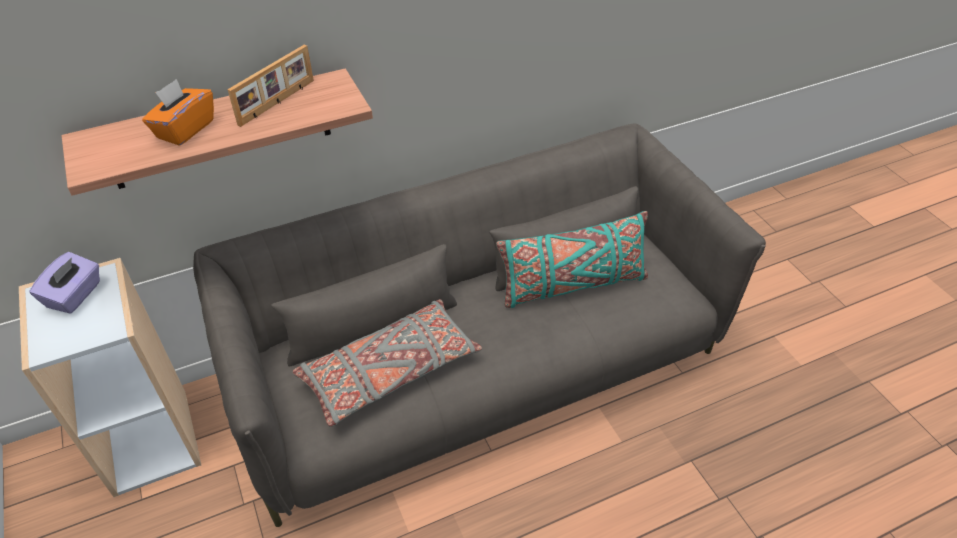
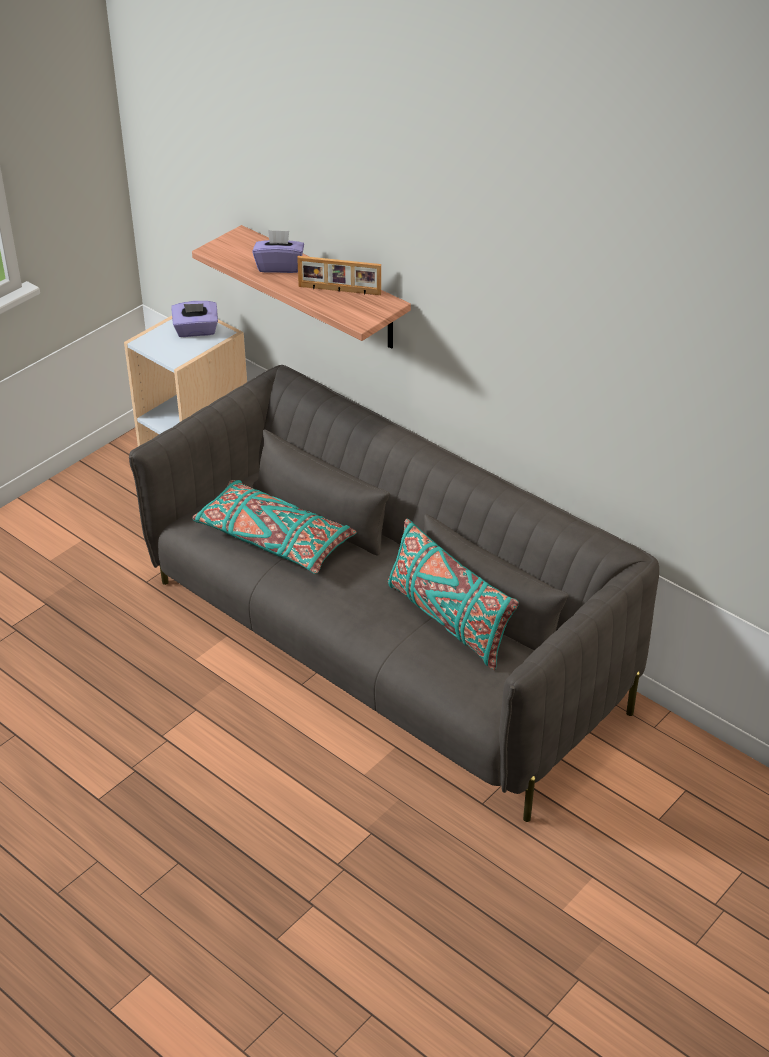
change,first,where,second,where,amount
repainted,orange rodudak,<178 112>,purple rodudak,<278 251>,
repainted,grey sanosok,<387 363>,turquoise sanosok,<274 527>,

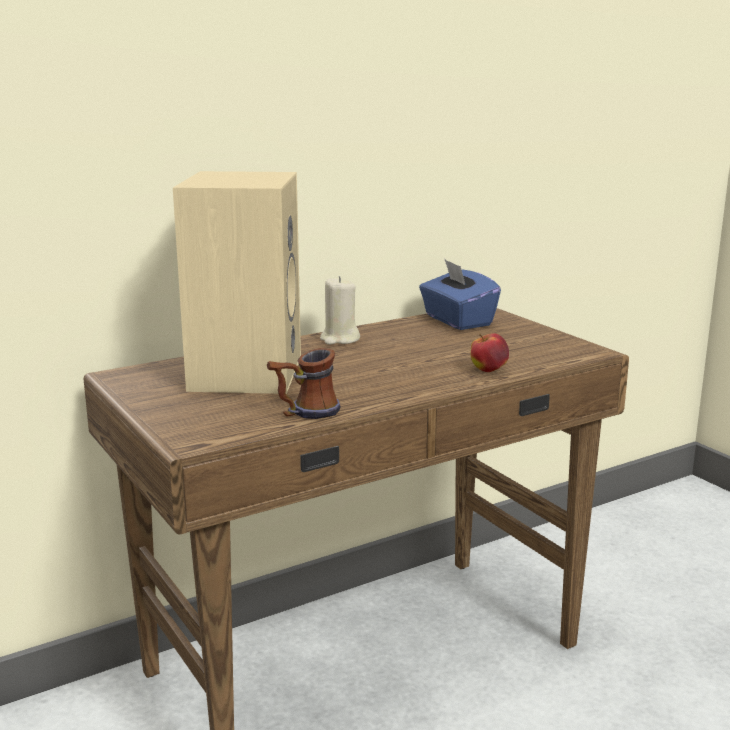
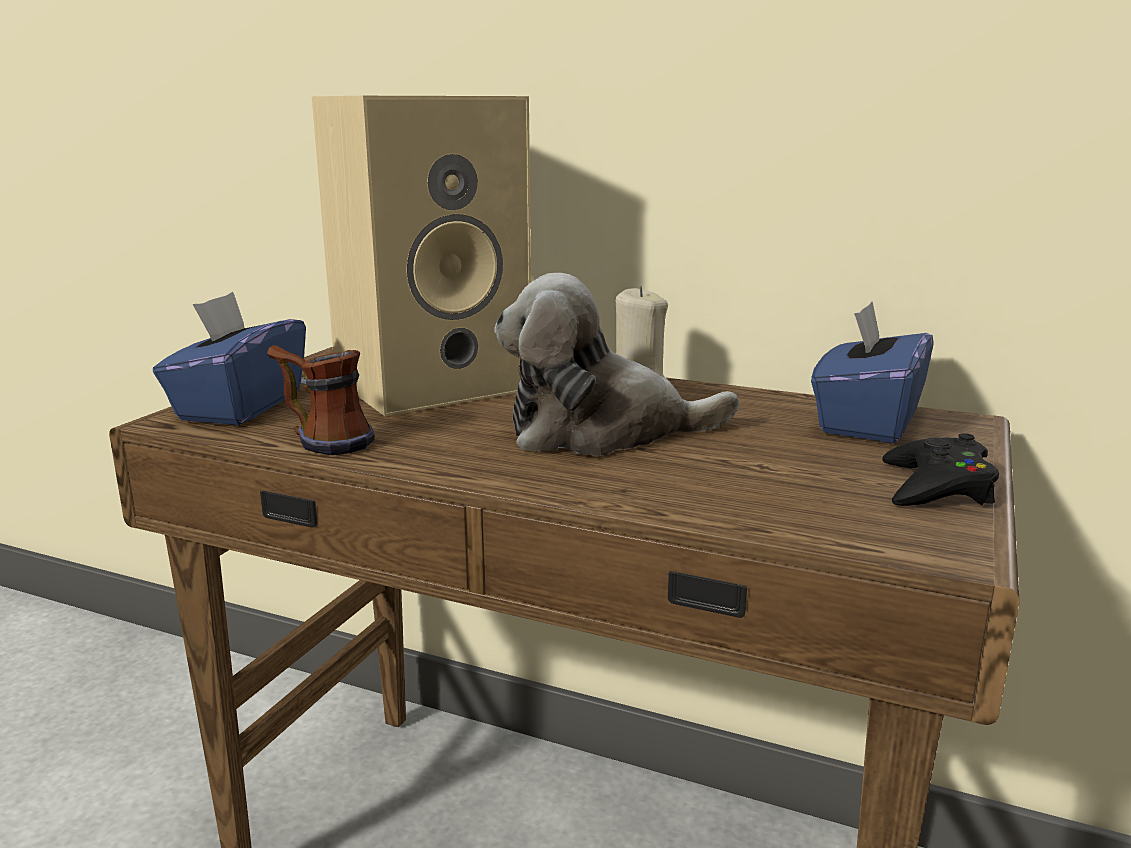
change,first,where,second,where,amount
gone,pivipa,<489 352>,,,
new,,,blue rodudak,<229 358>,
new,,,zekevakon,<616 364>,
new,,,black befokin,<940 469>,

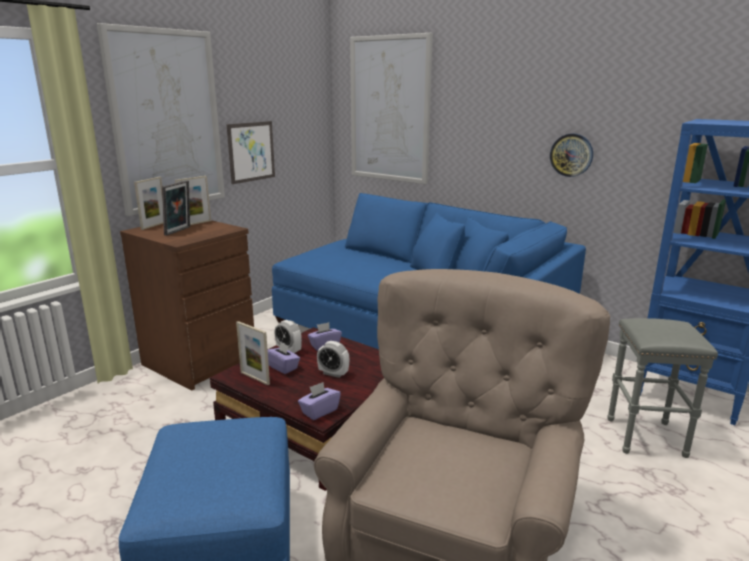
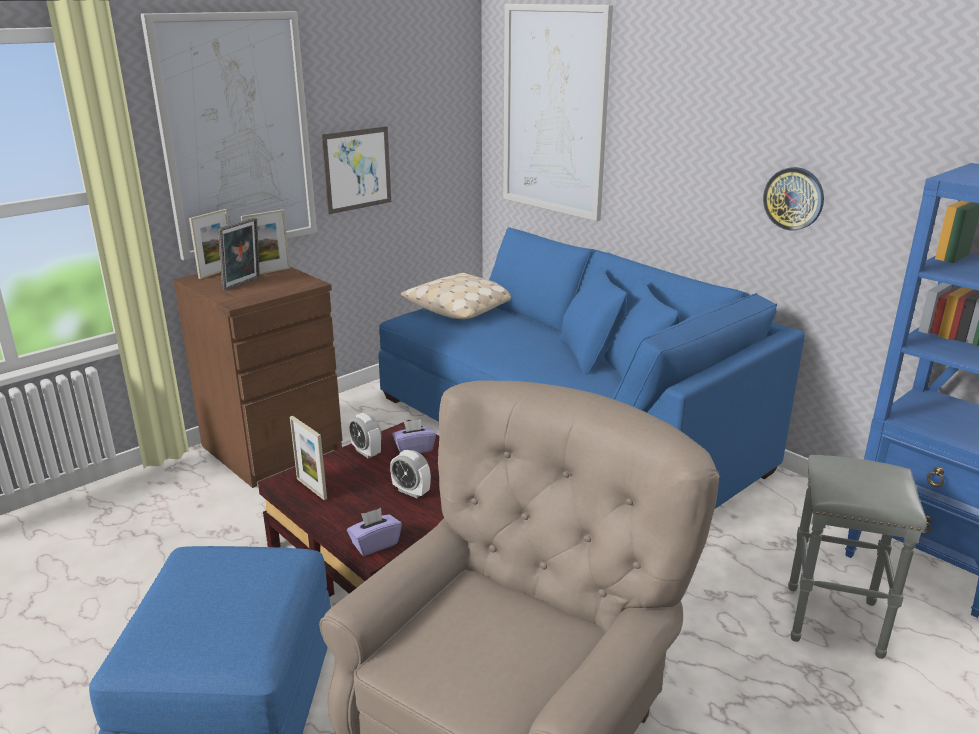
change,first,where,second,where,amount
gone,purple rodudak,<284 358>,,,
new,,,beige sanosok,<456 296>,

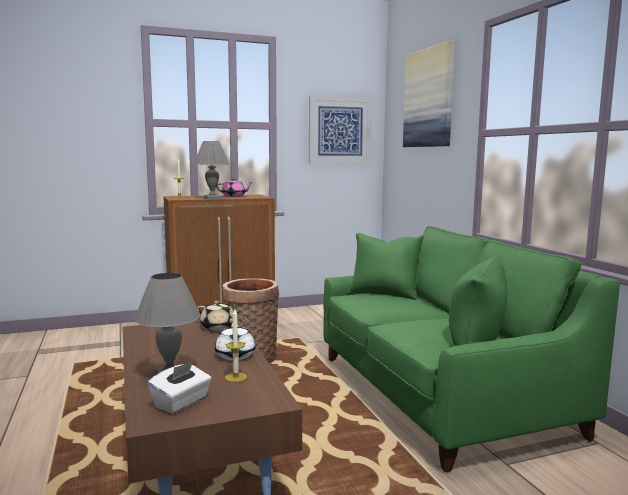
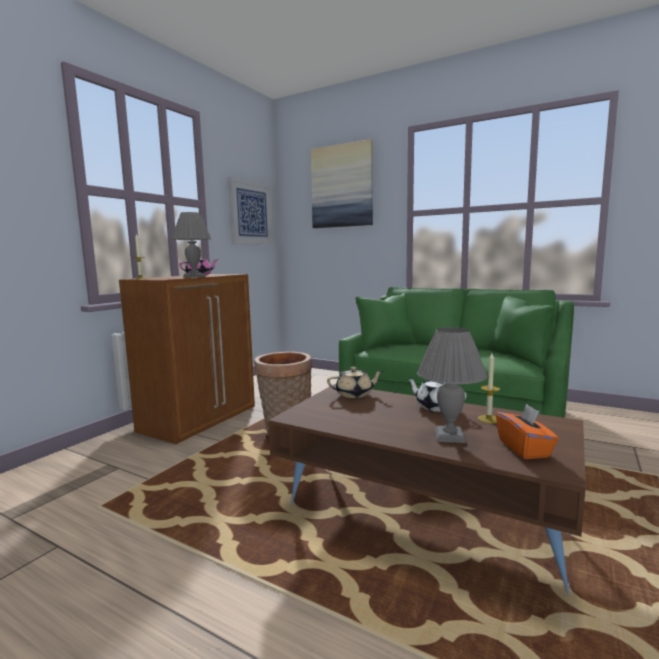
change,first,where,second,where,amount
repainted,white rodudak,<179 387>,orange rodudak,<527 431>,

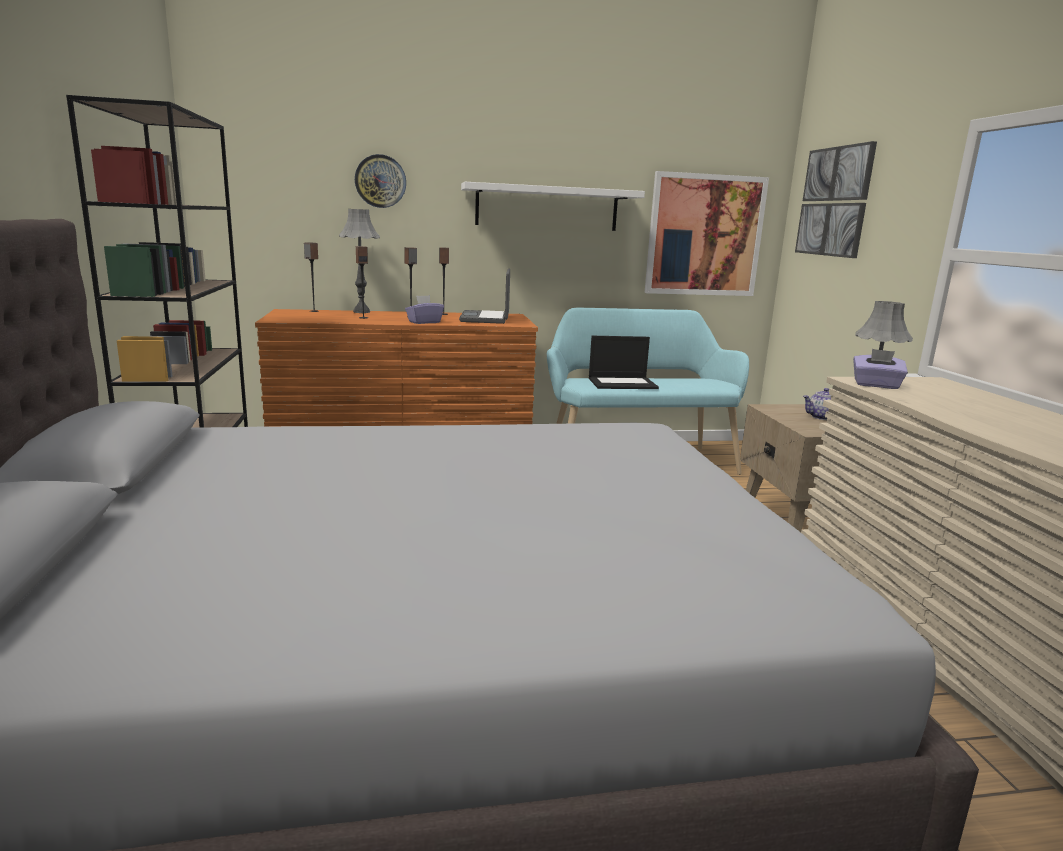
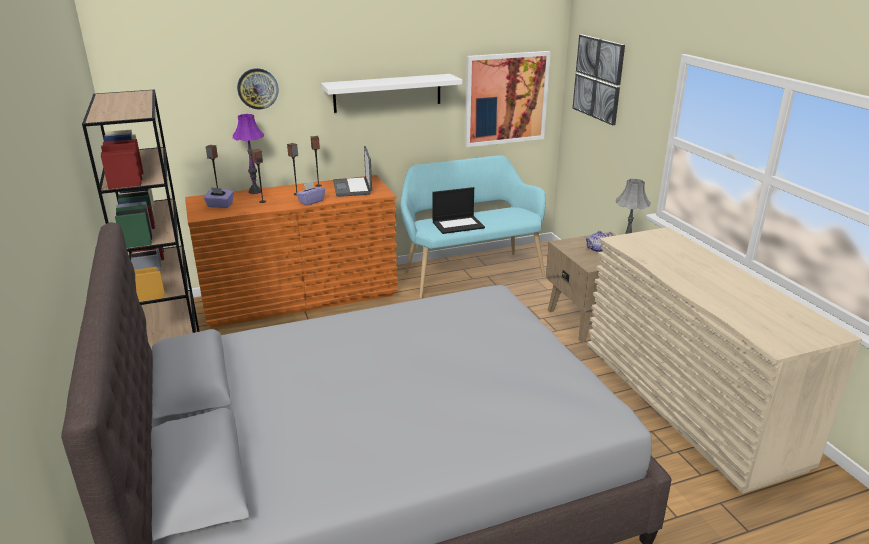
change,first,where,second,where,amount
repainted,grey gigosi,<359 261>,purple gigosi,<248 154>,
shifted,purple rodudak,<880 369>,,<219 197>,

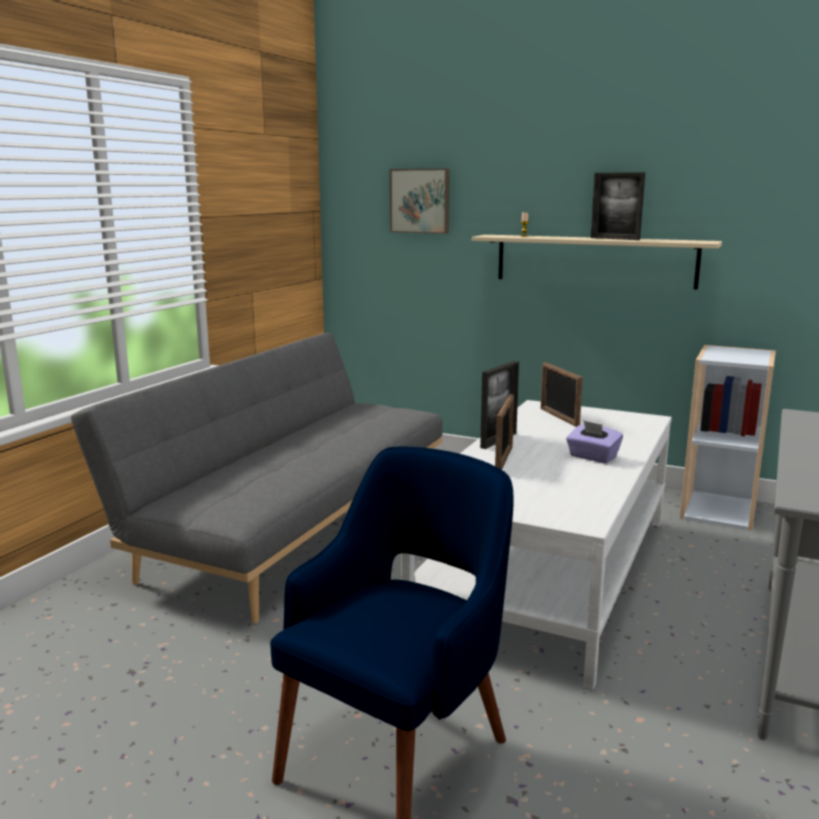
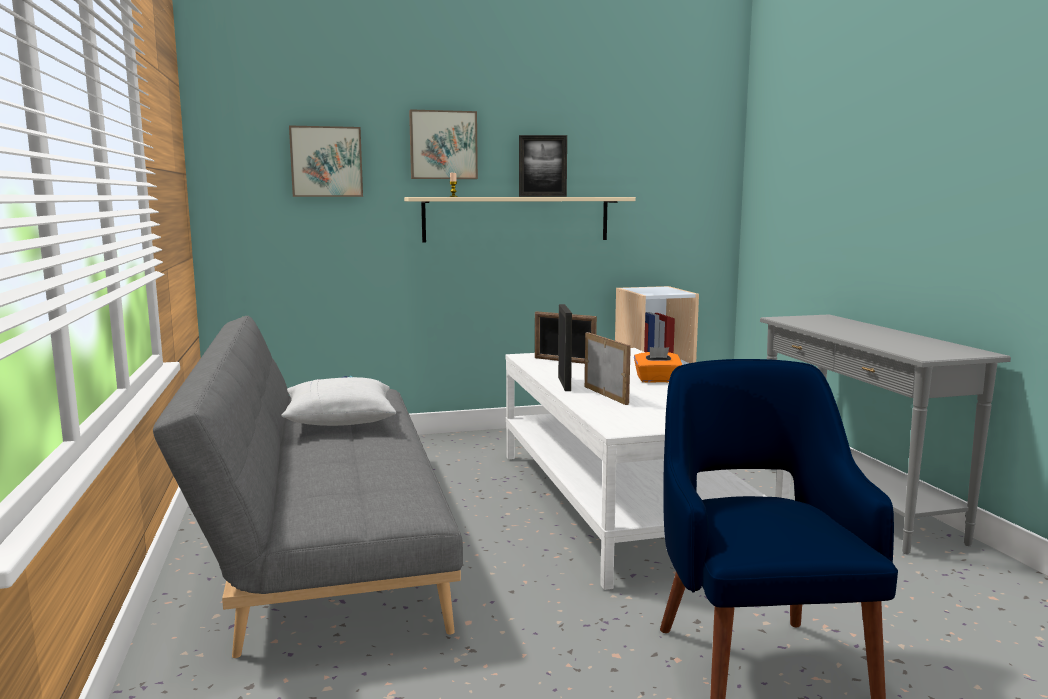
change,first,where,second,where,amount
repainted,purple rodudak,<594 442>,orange rodudak,<658 365>,
new,,,grey sanosok,<338 401>,
new,,,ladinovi,<443 144>,

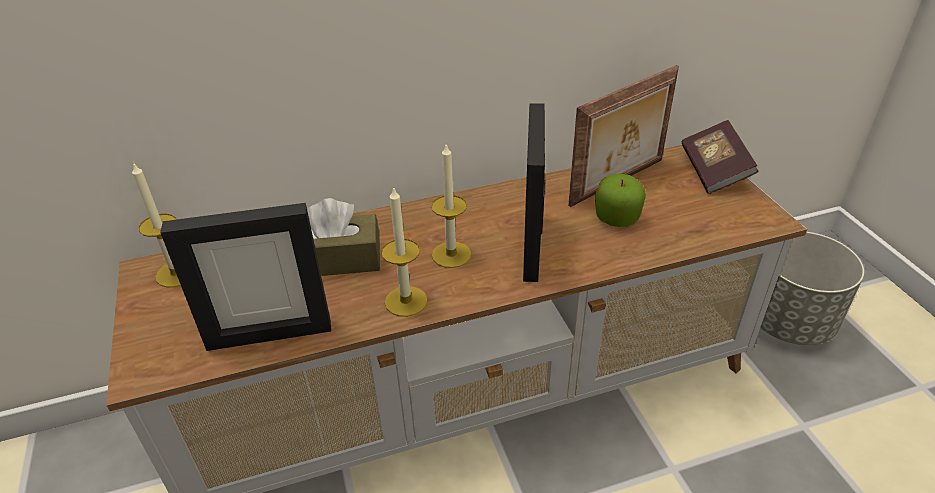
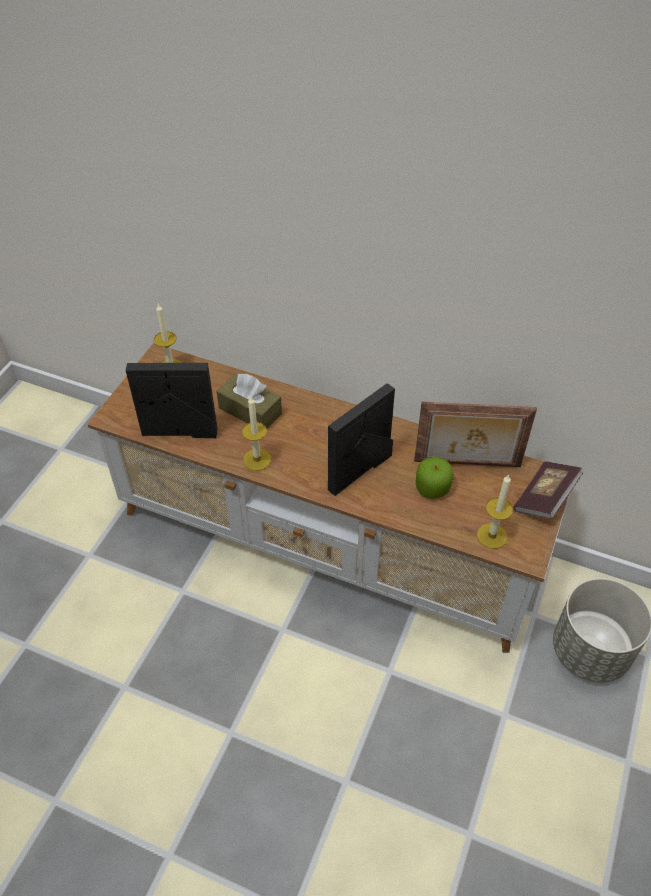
change,first,where,second,where,amount
rotated,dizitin,<245 277>,,<172 400>,150 degrees clockwise
shifted,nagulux,<451 206>,,<495 511>,

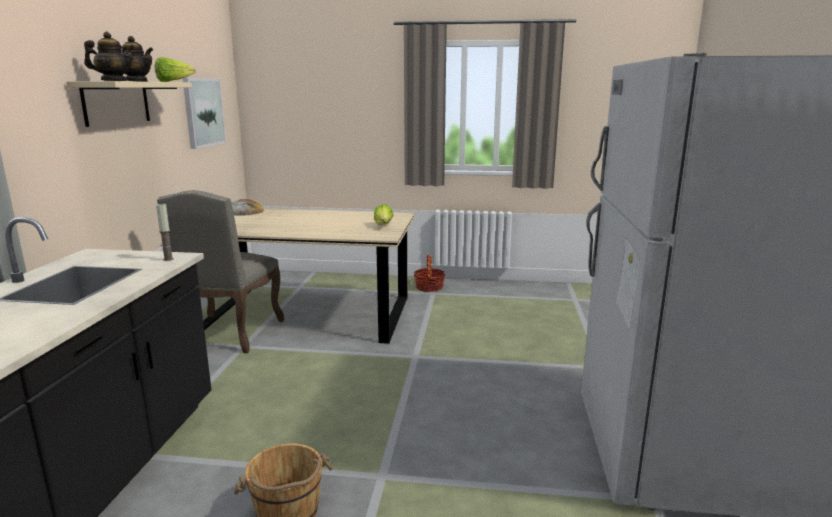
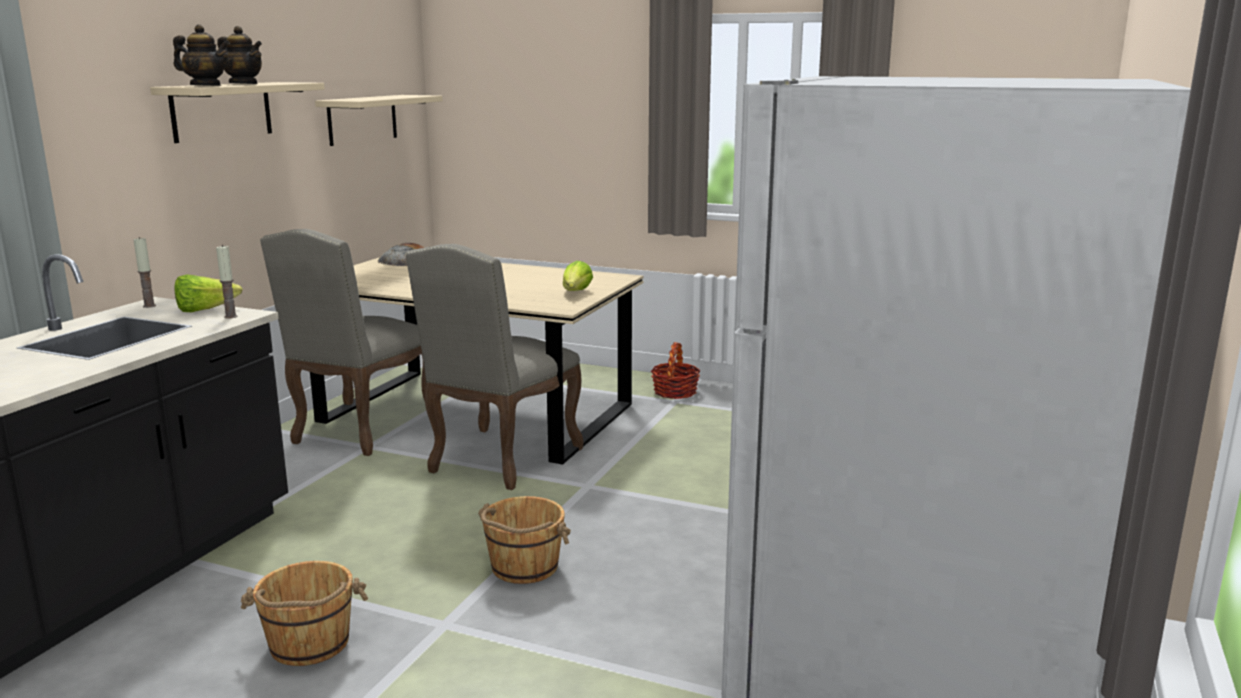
change,first,where,second,where,amount
shifted,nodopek,<175 69>,,<209 293>,
swapped,ladinovi,<204 113>,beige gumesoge,<378 120>,
new,,,nagulux,<144 272>,
new,,,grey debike,<494 367>,
new,,,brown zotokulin,<524 540>,

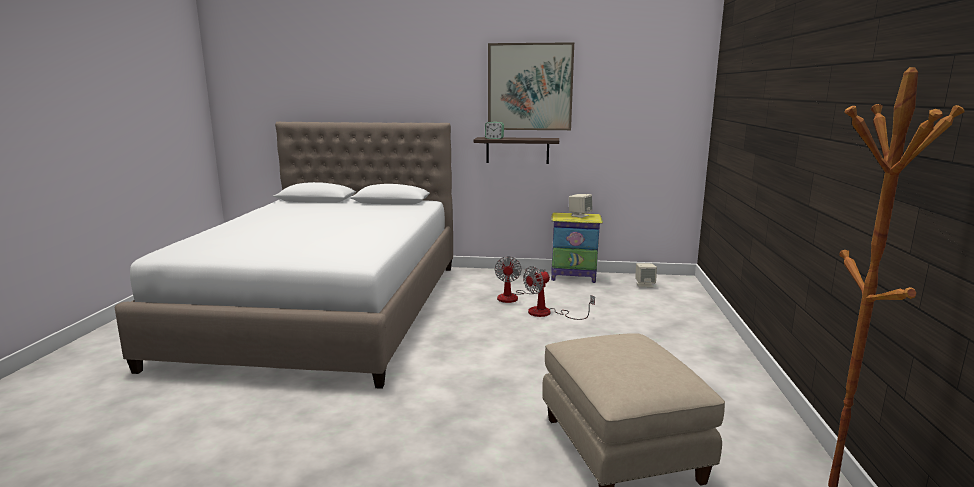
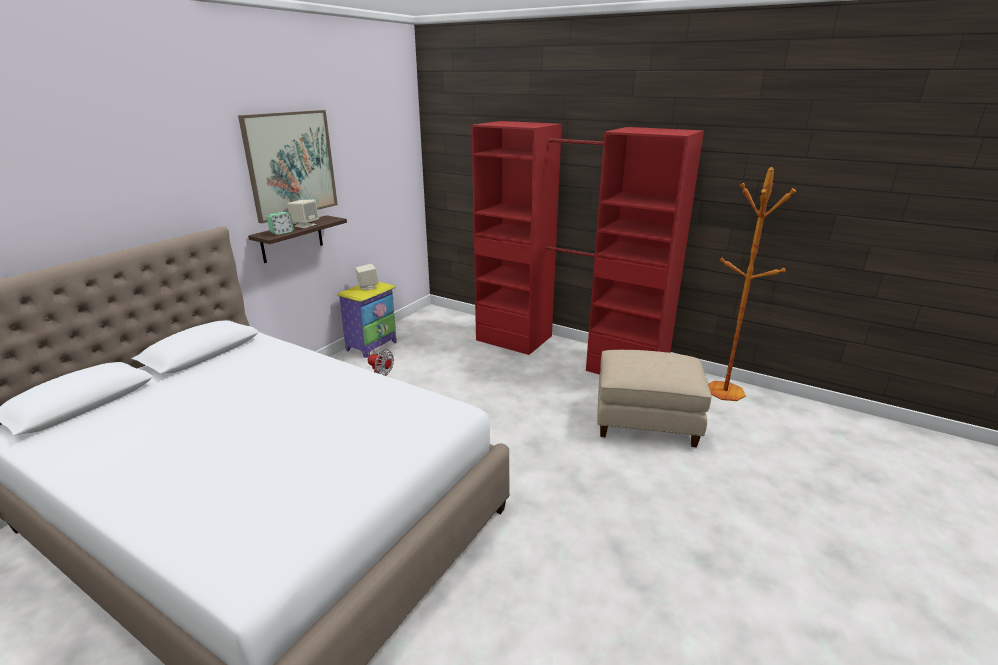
change,first,where,second,where,amount
gone,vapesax,<559 293>,,,
shifted,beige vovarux,<646 275>,,<303 214>,
new,,,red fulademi,<588 248>,

